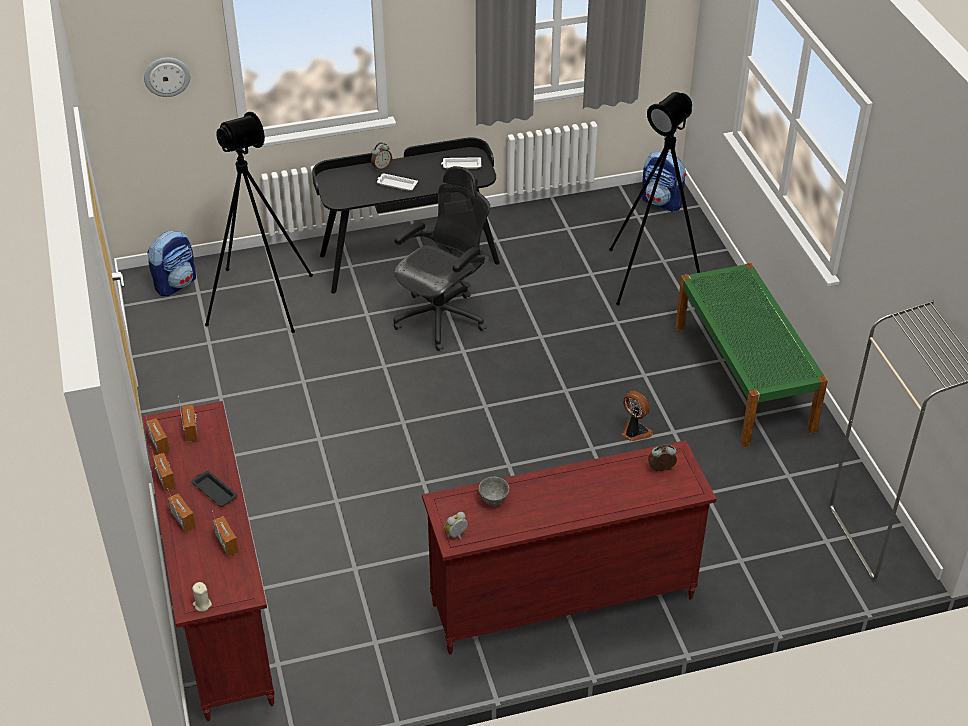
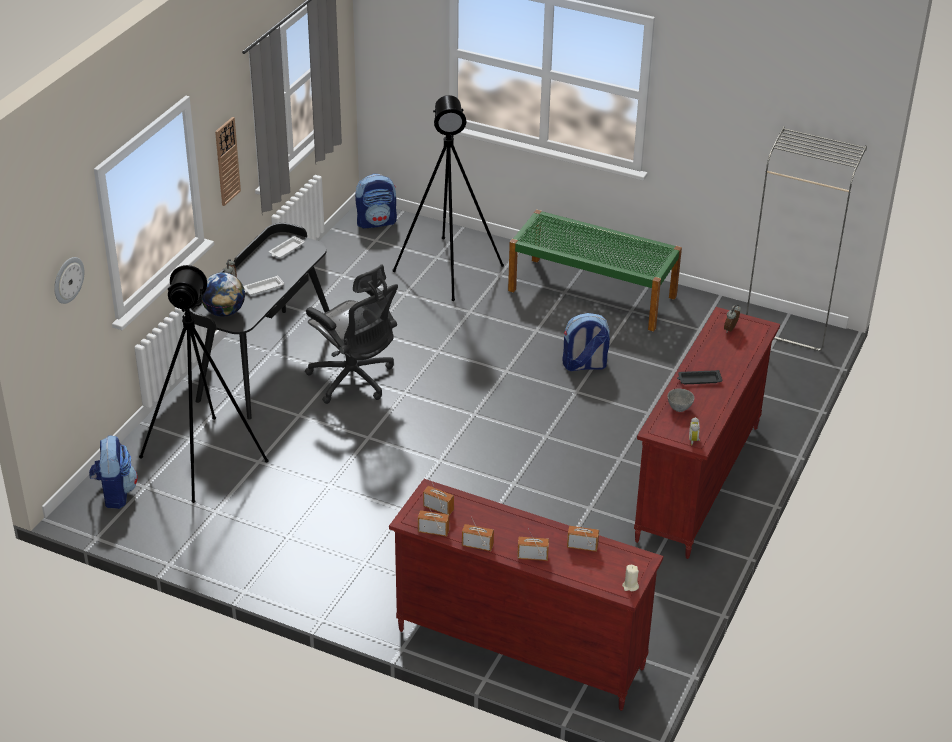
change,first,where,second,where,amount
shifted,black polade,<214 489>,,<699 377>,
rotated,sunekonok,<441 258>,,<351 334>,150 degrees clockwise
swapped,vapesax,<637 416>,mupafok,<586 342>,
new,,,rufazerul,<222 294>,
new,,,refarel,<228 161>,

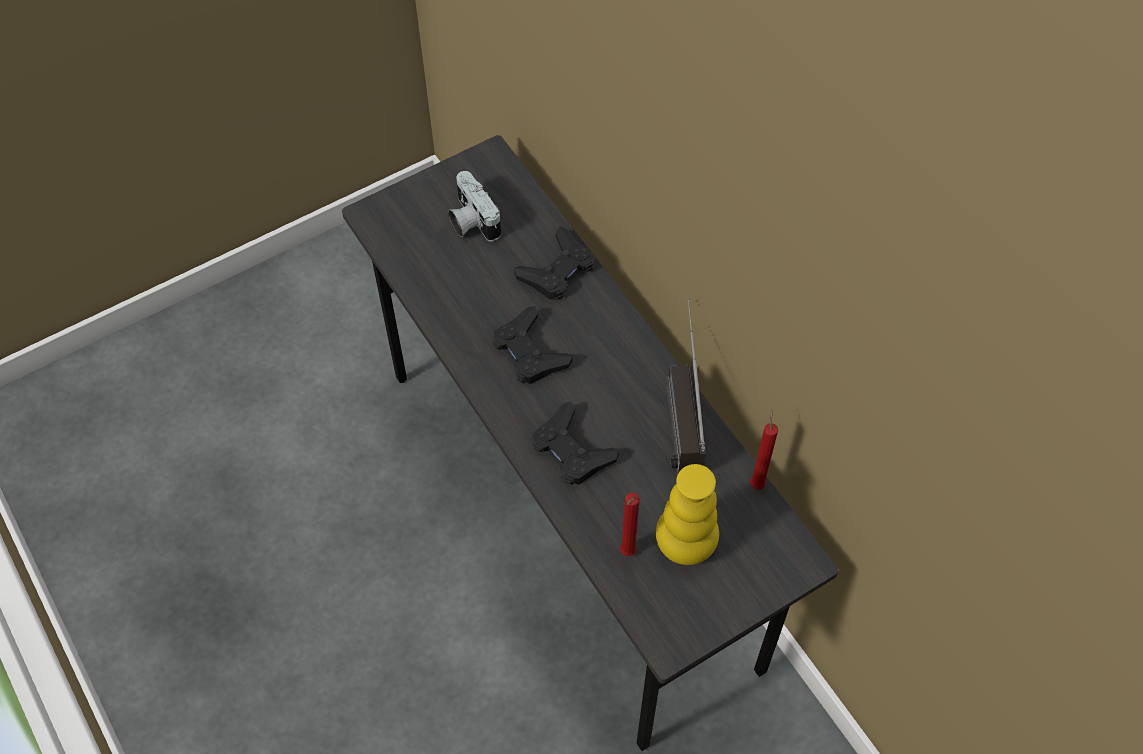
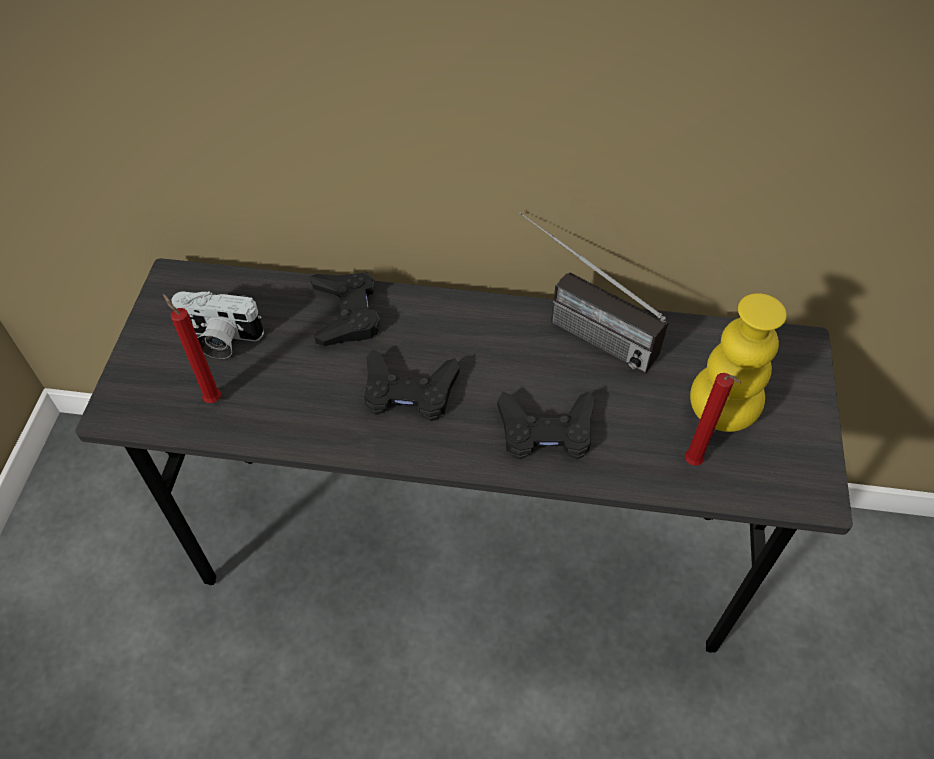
change,first,where,second,where,amount
shifted,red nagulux,<764 449>,,<192 348>,

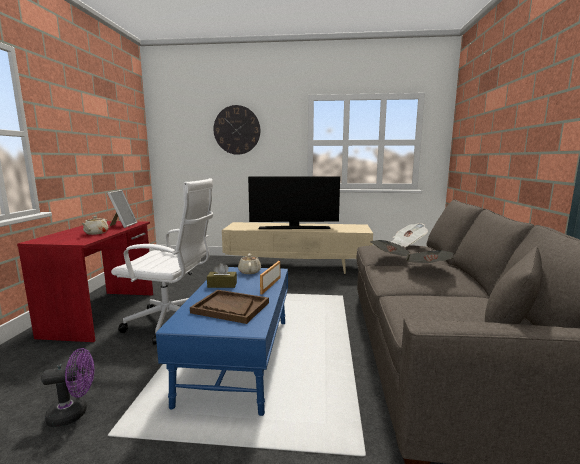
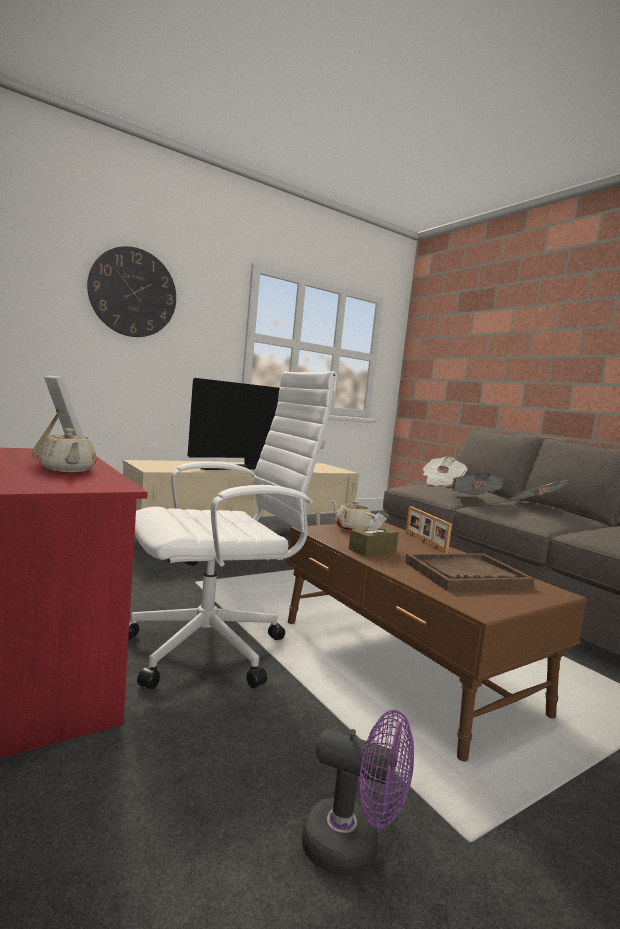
change,first,where,second,where,amount
rotated,purple vapesax,<67 387>,,<358 793>,75 degrees clockwise
repainted,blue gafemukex,<222 341>,brown gafemukex,<436 642>,

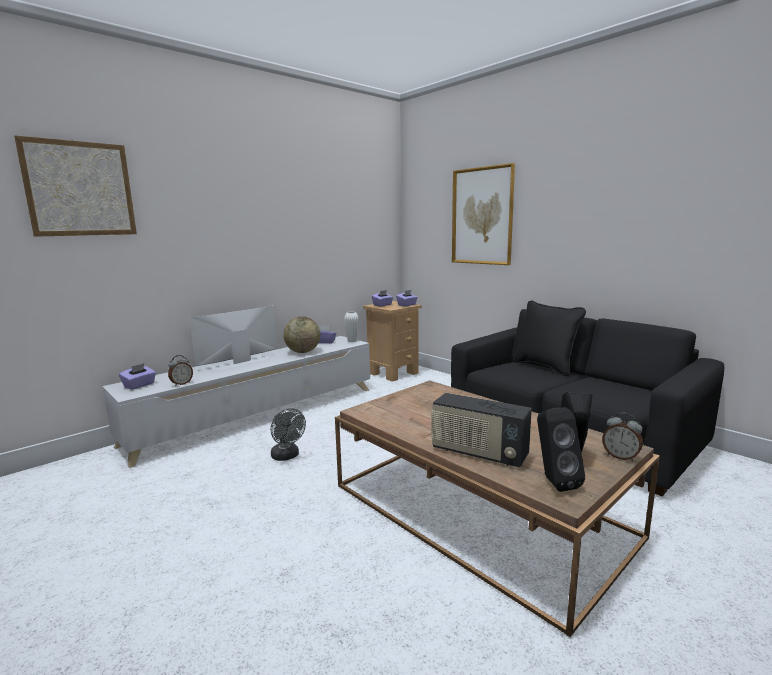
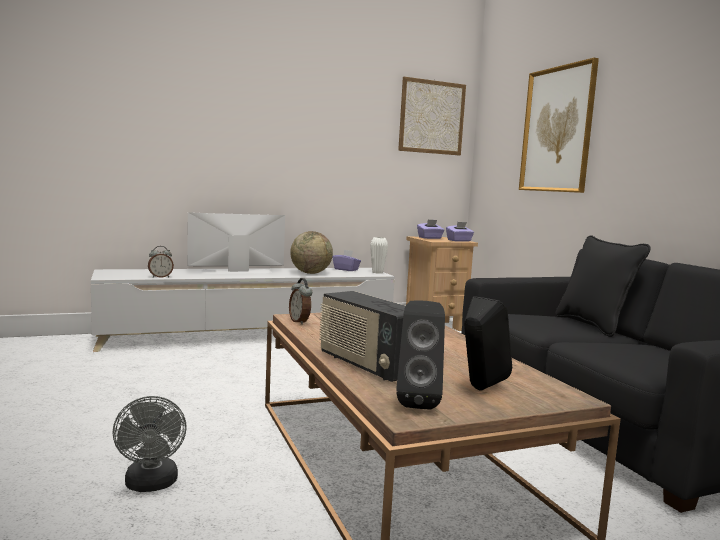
change,first,where,second,where,amount
shifted,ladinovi,<75 186>,,<432 116>,
gone,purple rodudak,<137 376>,,,
shifted,grey vapesax,<288 434>,,<149 444>,
shifted,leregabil,<622 437>,,<300 301>,

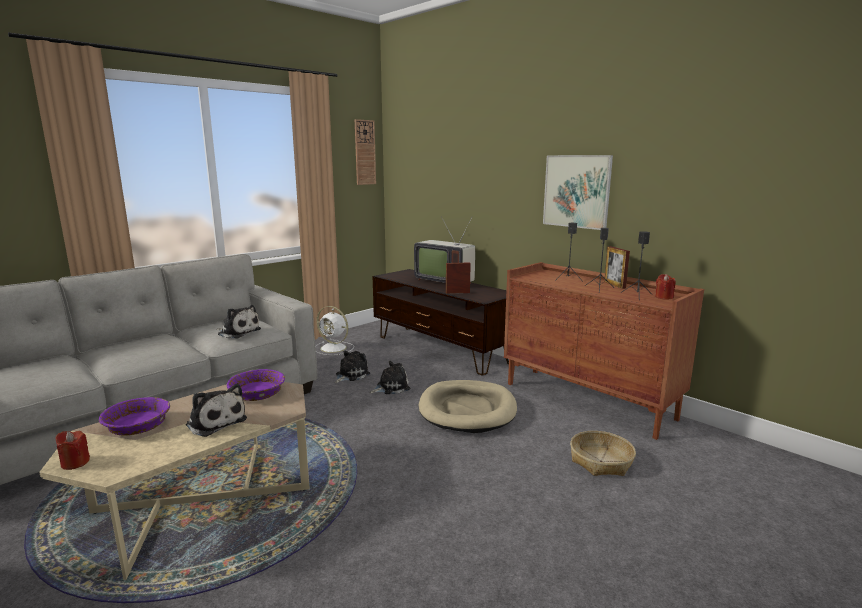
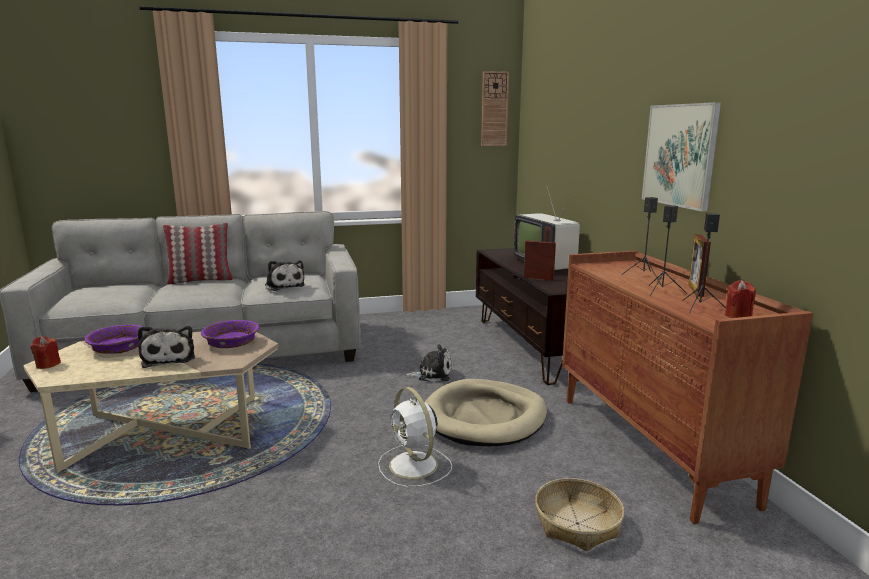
change,first,where,second,where,amount
shifted,white vapesax,<334 330>,,<415 437>,
gone,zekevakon,<352 367>,,,
new,,,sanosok,<198 254>,

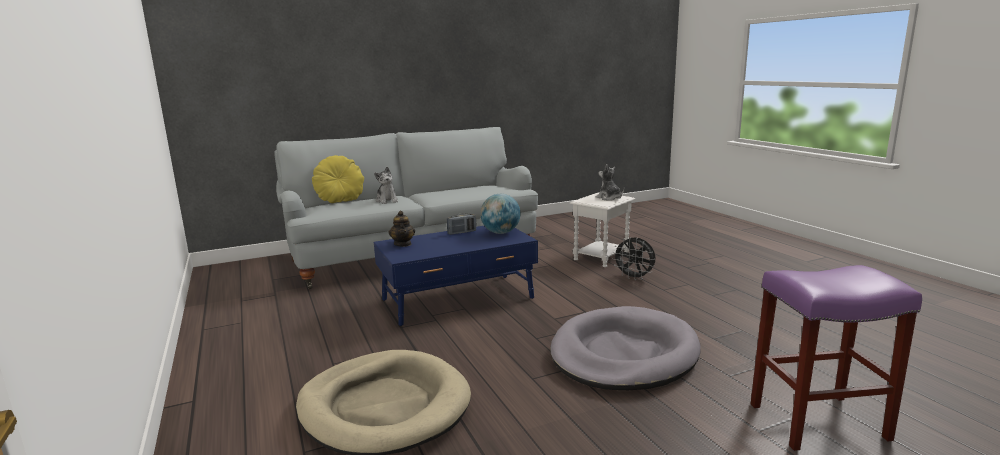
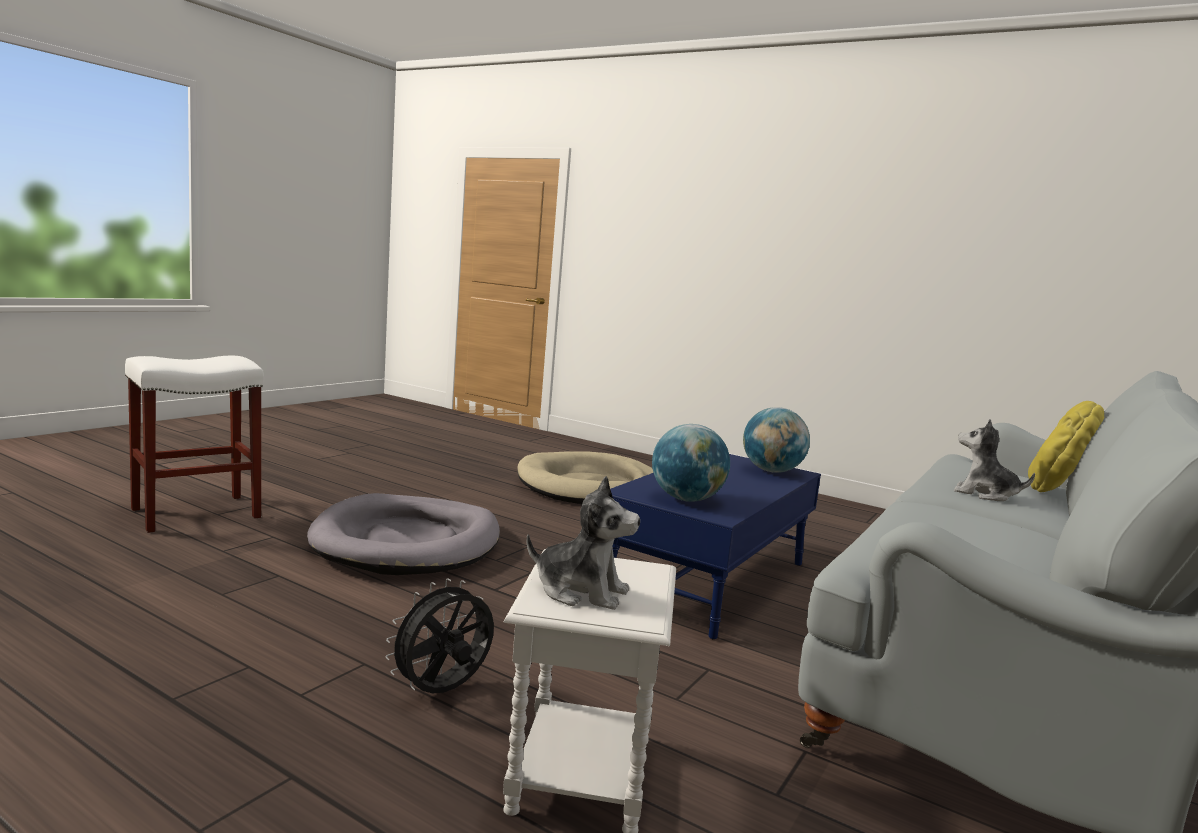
change,first,where,second,where,amount
swapped,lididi,<402 229>,rufazerul,<776 440>,
gone,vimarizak,<461 224>,,,
rotated,black vapesax,<633 258>,,<440 635>,45 degrees counterclockwise
repainted,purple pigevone,<836 358>,white pigevone,<194 444>,

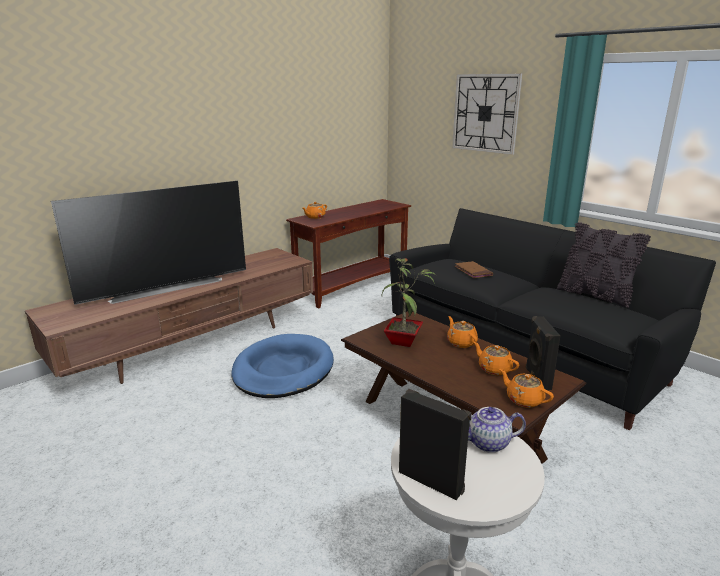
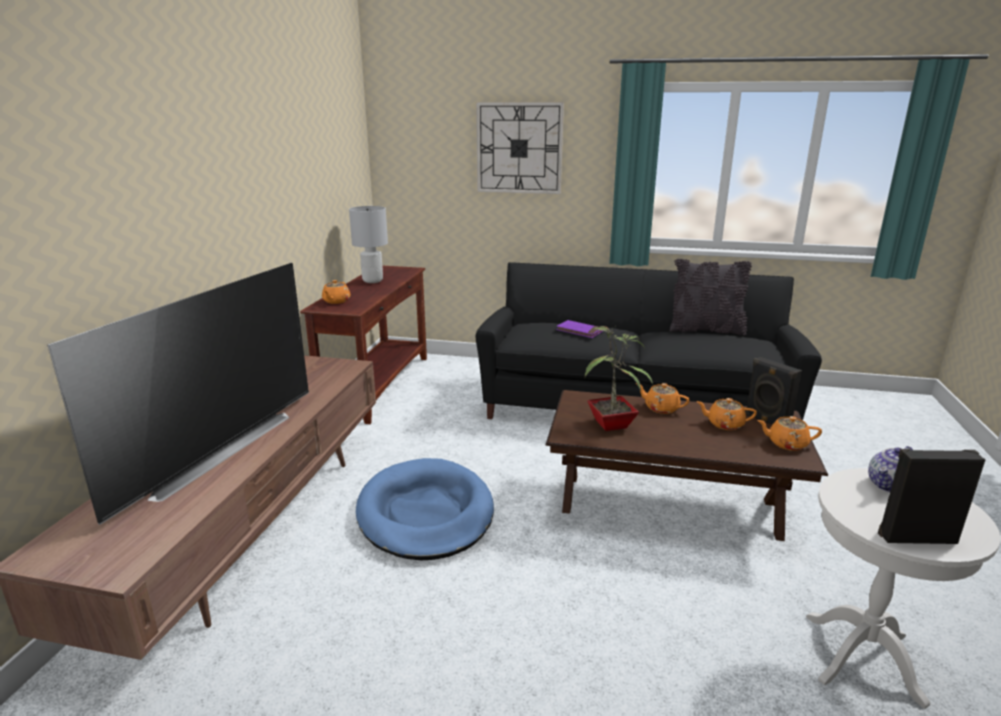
change,first,where,second,where,amount
repainted,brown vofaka,<474 269>,purple vofaka,<579 329>,
new,,,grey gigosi,<368 244>,

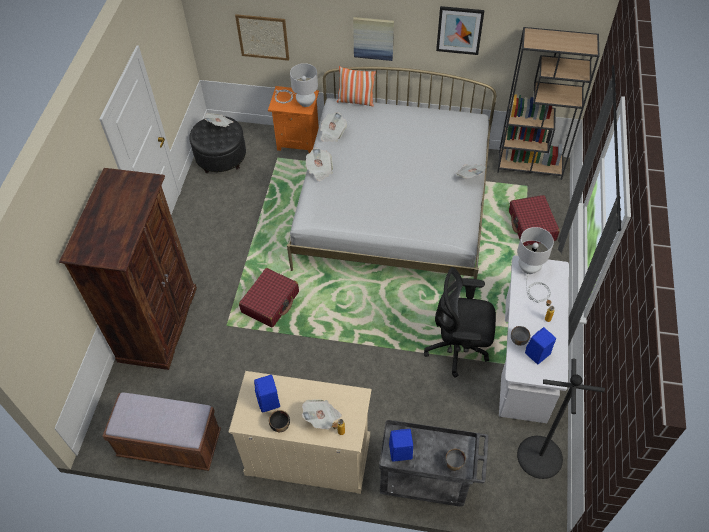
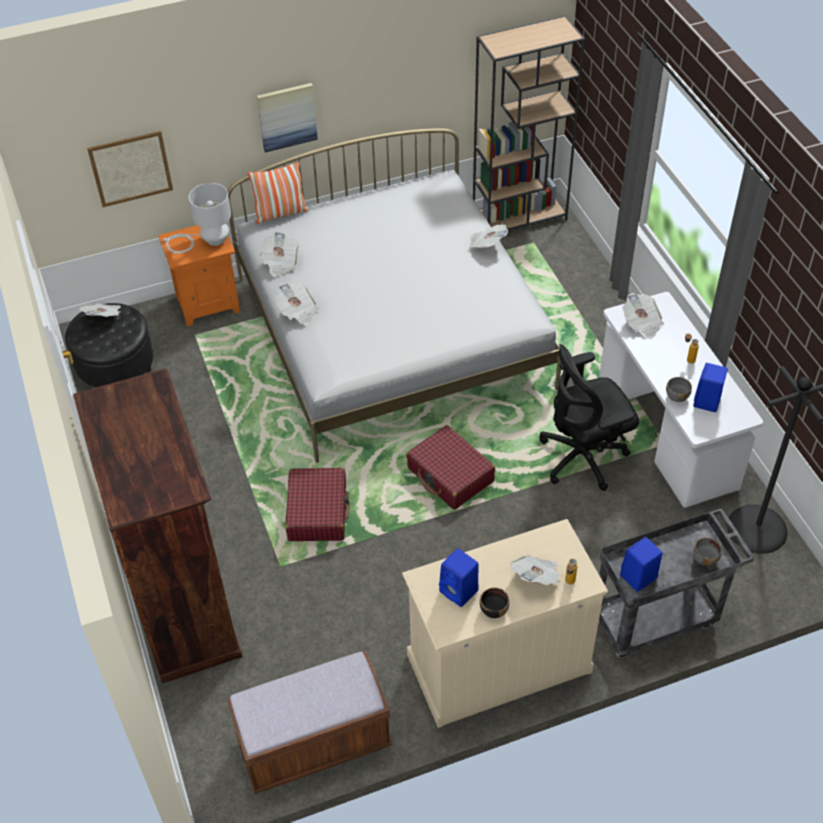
change,first,where,second,where,amount
gone,ladinovi,<460 30>,,,
shifted,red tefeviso,<534 220>,,<450 467>,
swapped,white gigosi,<535 265>,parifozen,<643 316>,

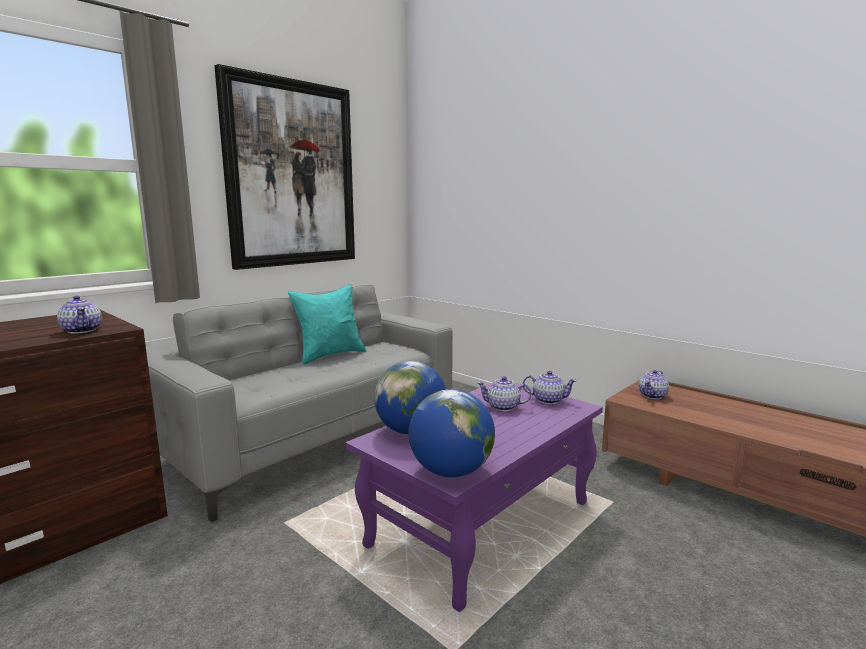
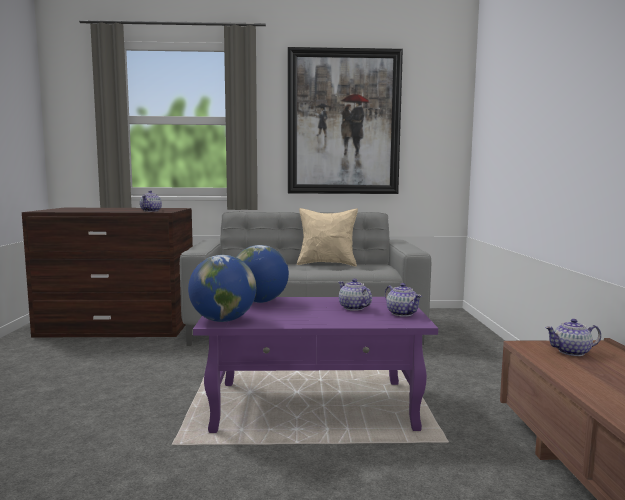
change,first,where,second,where,amount
repainted,turquoise sanosok,<327 324>,beige sanosok,<327 237>,

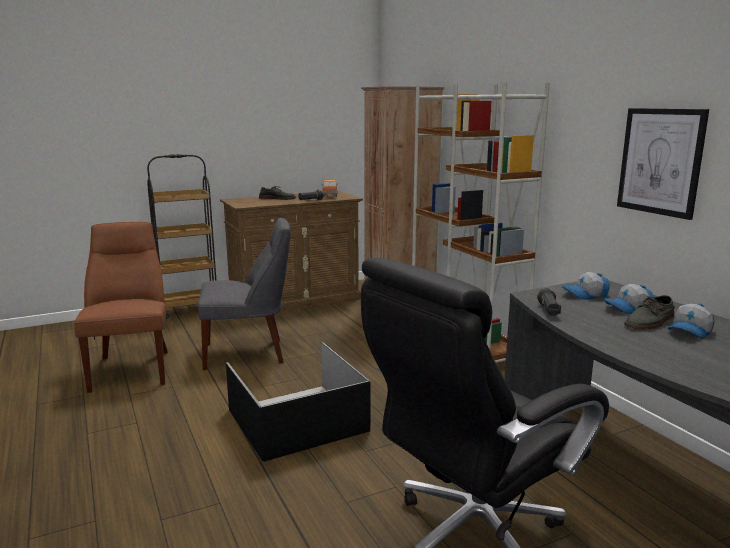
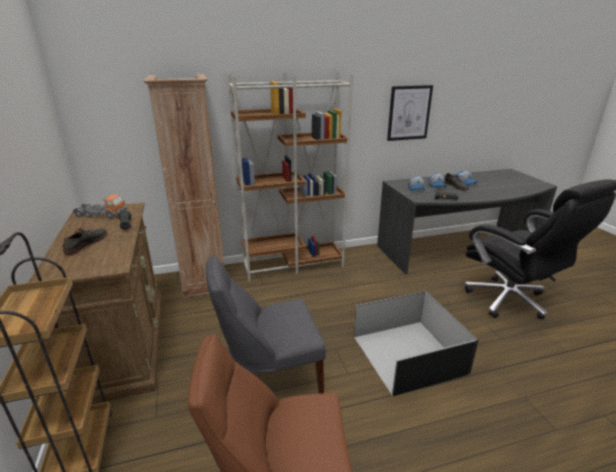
change,first,where,second,where,amount
rotated,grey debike,<244 294>,,<266 325>,105 degrees counterclockwise

